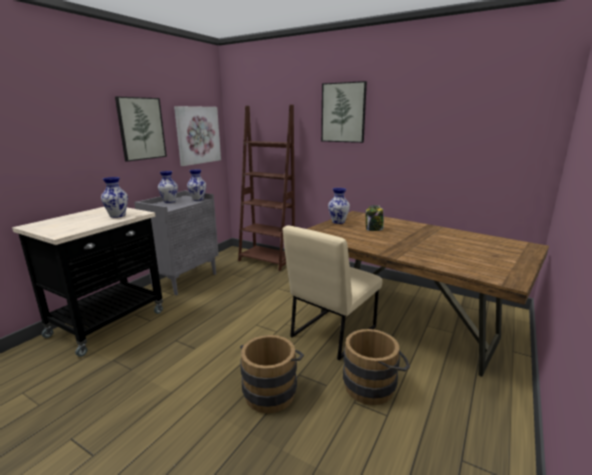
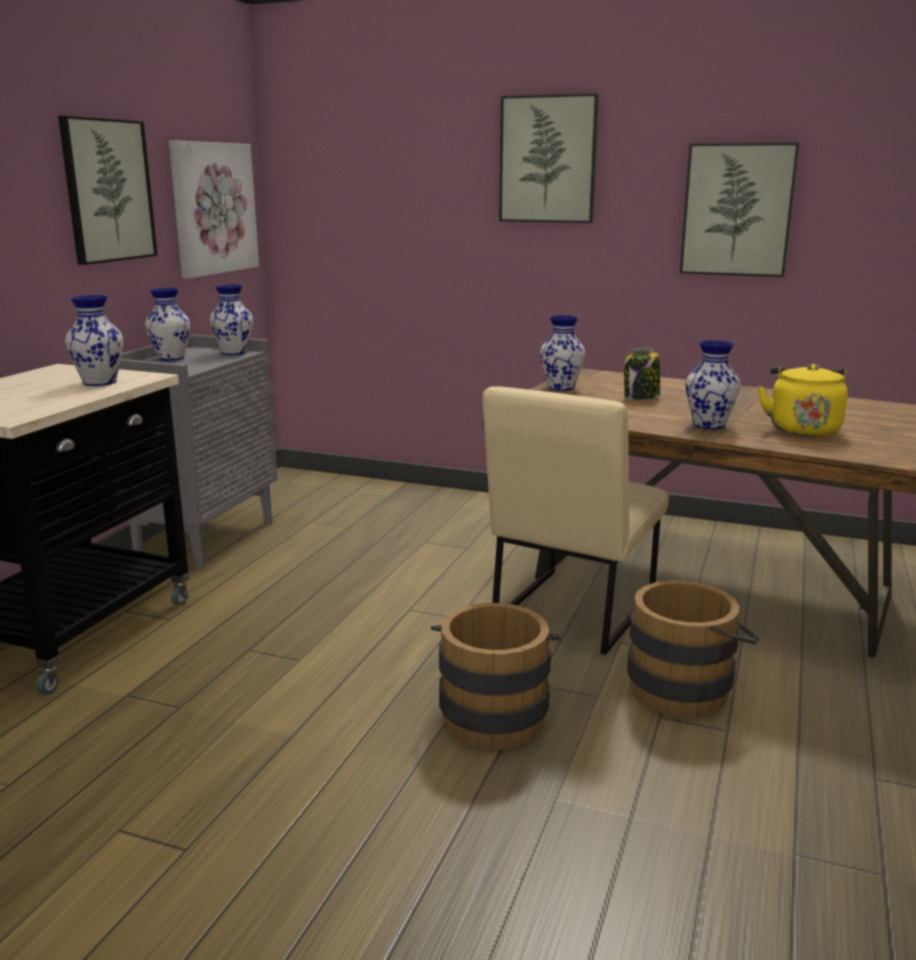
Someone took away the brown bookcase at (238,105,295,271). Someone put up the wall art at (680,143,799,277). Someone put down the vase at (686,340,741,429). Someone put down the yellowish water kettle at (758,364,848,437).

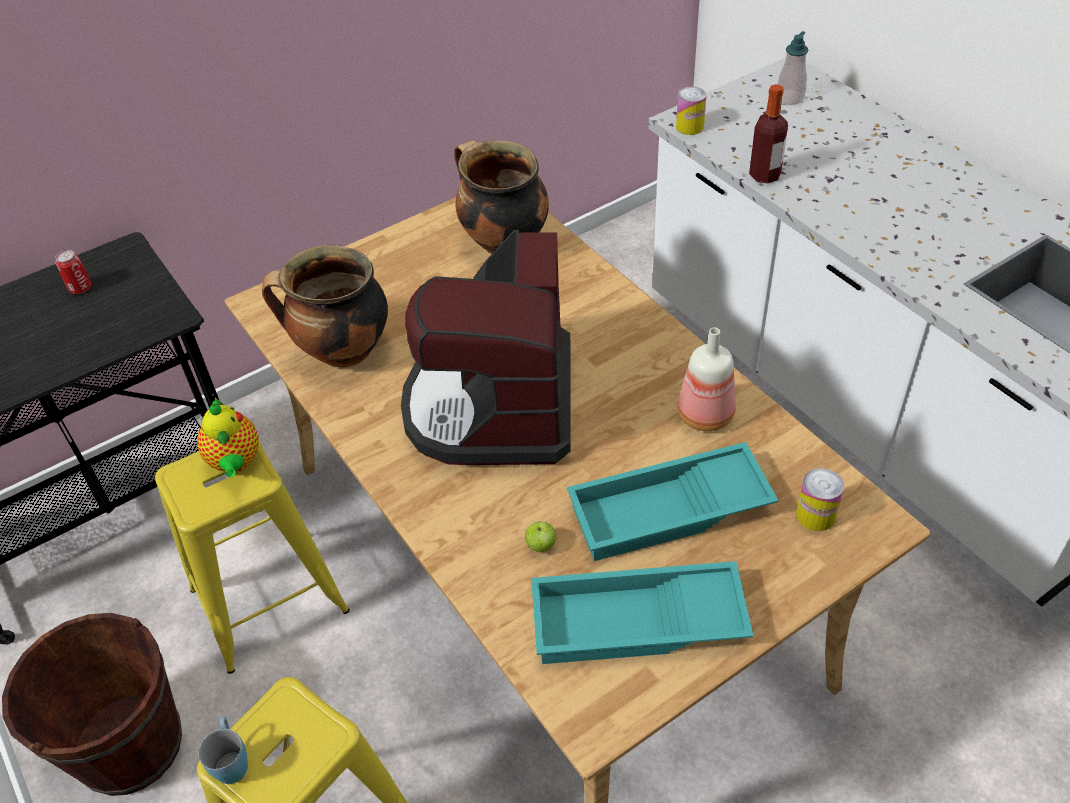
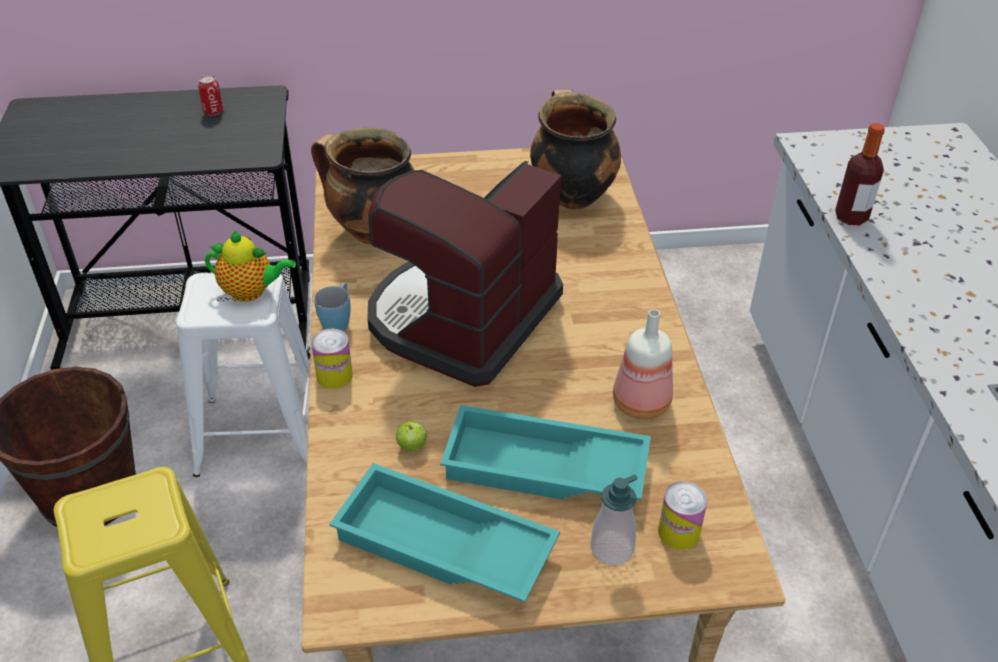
Someone carried the liquid soap bottle from (777,31,808,105) to (591,474,638,566). Someone carried the sealed can from (676,87,707,135) to (311,329,353,389). Someone rotated the pot for tea at (197,397,259,477) by 90 degrees counterclockwise. Someone repainted the yellowish sitting stool at (155,442,350,674), which became the white sitting stool at (176,273,310,477). Someone carried the blue-coloured coffee mug from (199,717,248,784) to (314,283,351,332).

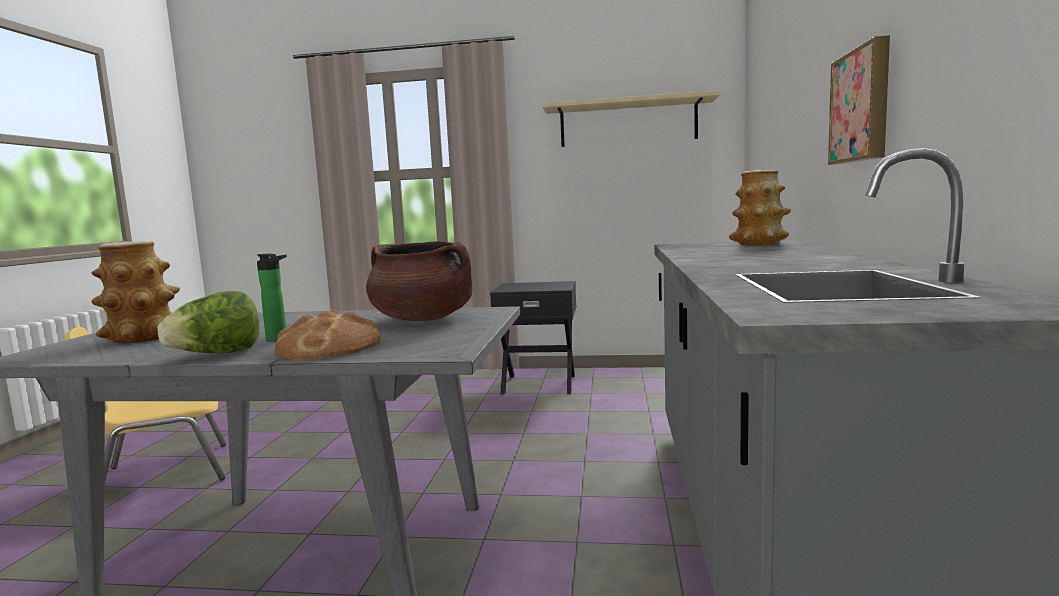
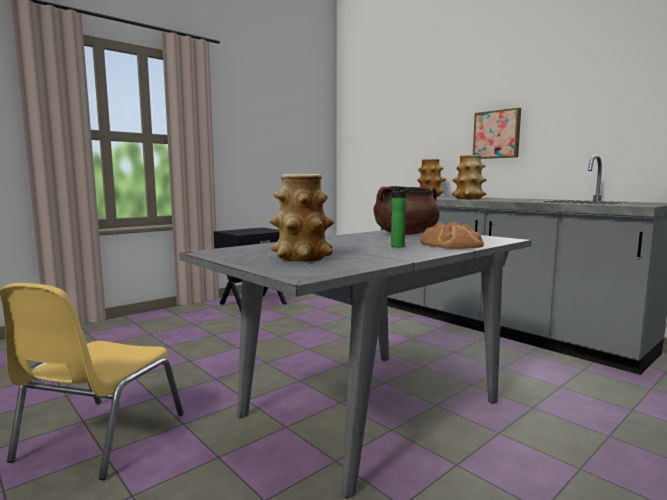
Someone took away the beige bracket shelf at (542,90,720,147). Someone took away the lettuce at (158,291,260,353). Someone put down the vase at (452,155,486,199).

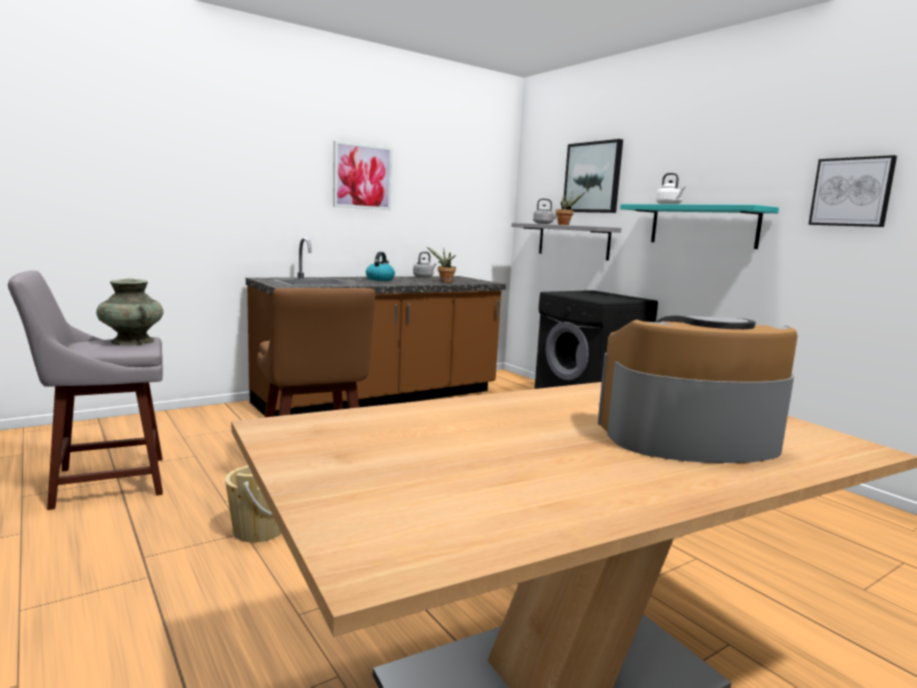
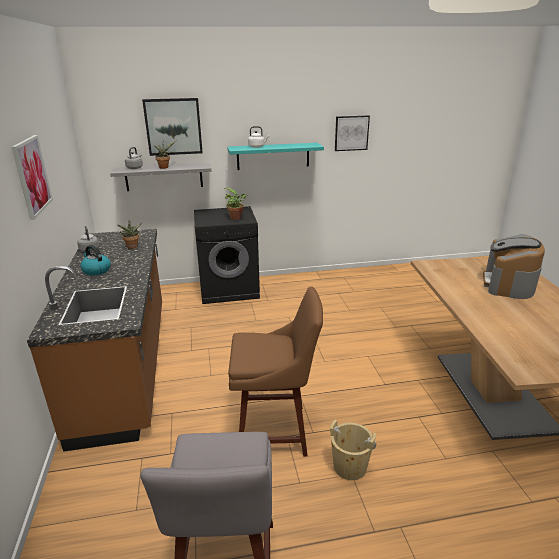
Someone took away the turquoise-coloured vase at (96,278,163,345). Someone put down the plant in a pot at (224,188,248,220).

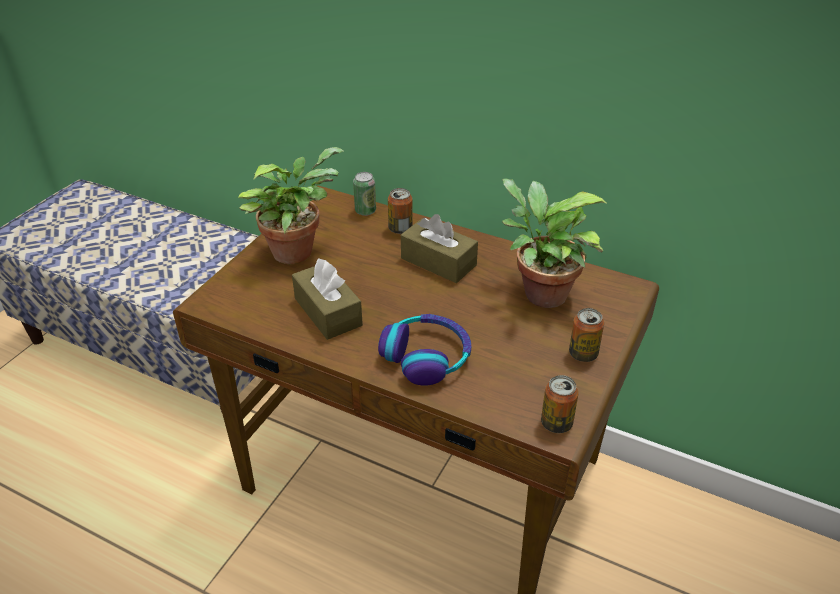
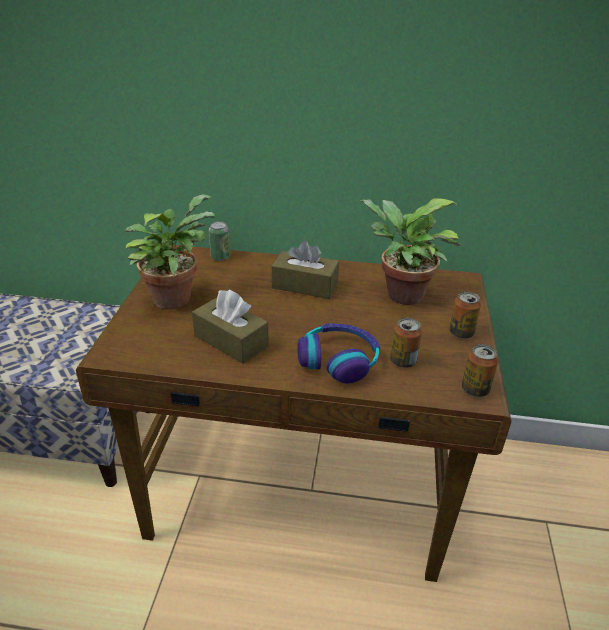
Someone carried the sealed can from (388,188,412,234) to (390,318,422,368).

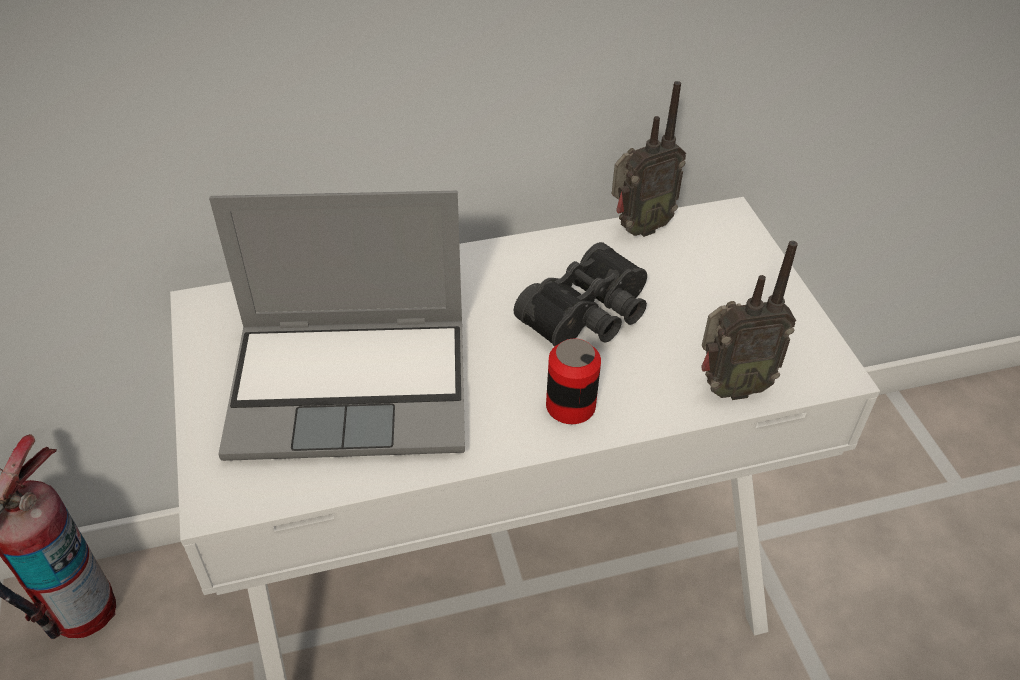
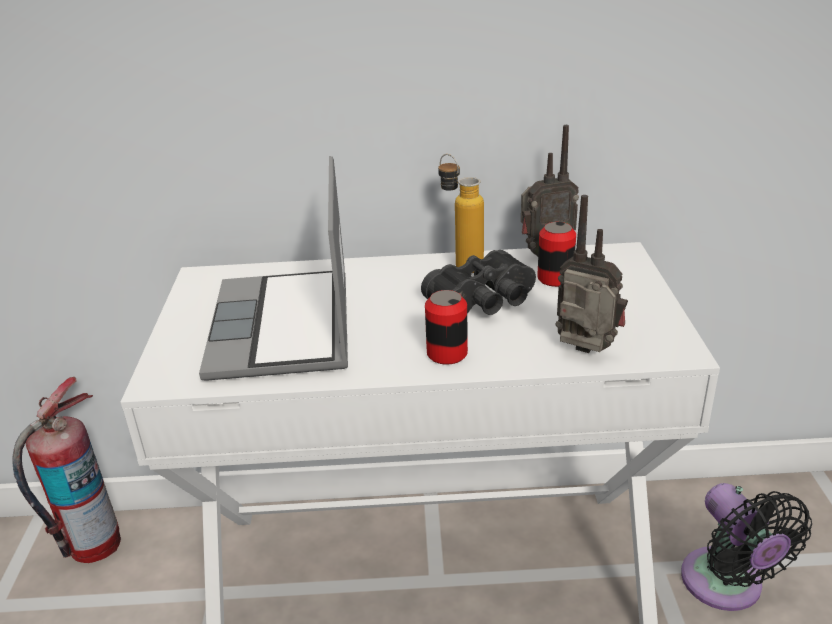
Someone rotated the notebook computer at (209,191,465,461) by 75 degrees clockwise. Someone rotated the radio set at (701,241,798,400) by 150 degrees counterclockwise. Someone put down the drink bottle at (438,154,484,273). Someone put down the sealed can at (537,222,576,287). Someone put down the blackish electric fan at (681,483,812,611).

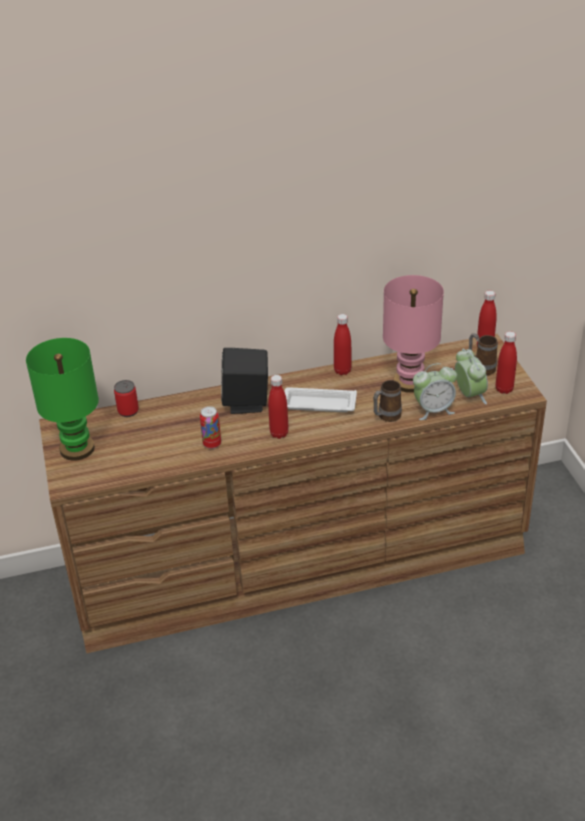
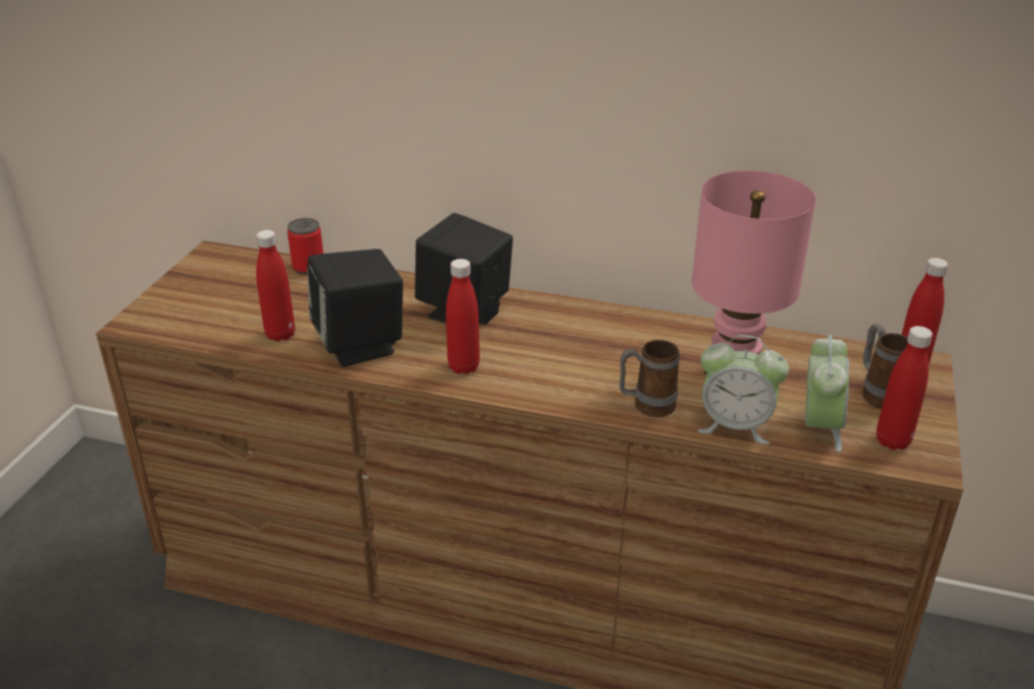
Someone carried the red-coloured drink bottle from (334,314,351,375) to (256,230,295,341). Someone took away the green-coloured tabletop lamp at (26,338,99,461). Someone took away the white tray at (284,387,357,412). Someone swapped the sealed can at (200,406,221,449) for the blackish audio speaker at (307,249,403,367).

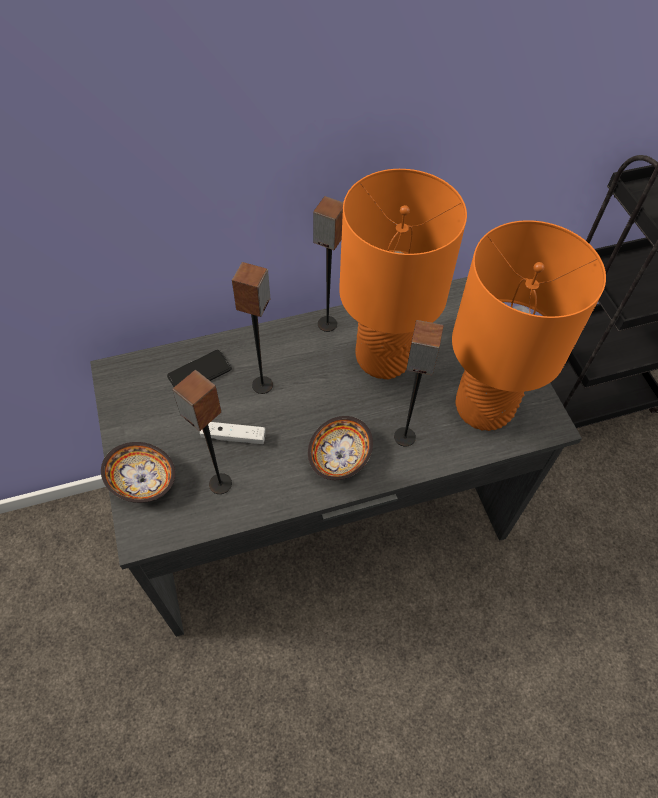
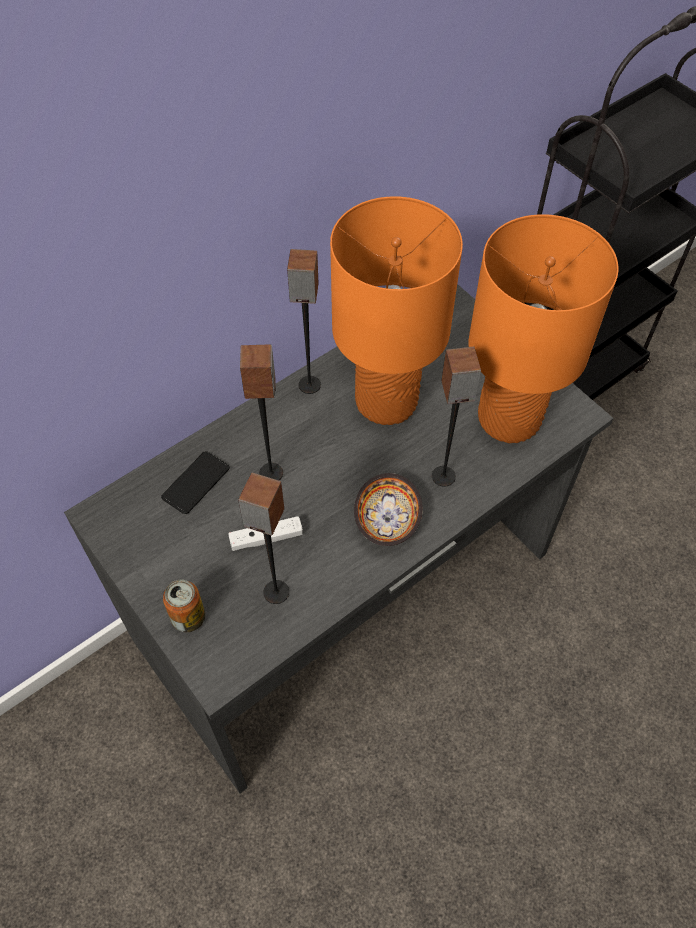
Someone swapped the deep dish at (101,442,175,503) for the sealed can at (163,580,205,633).

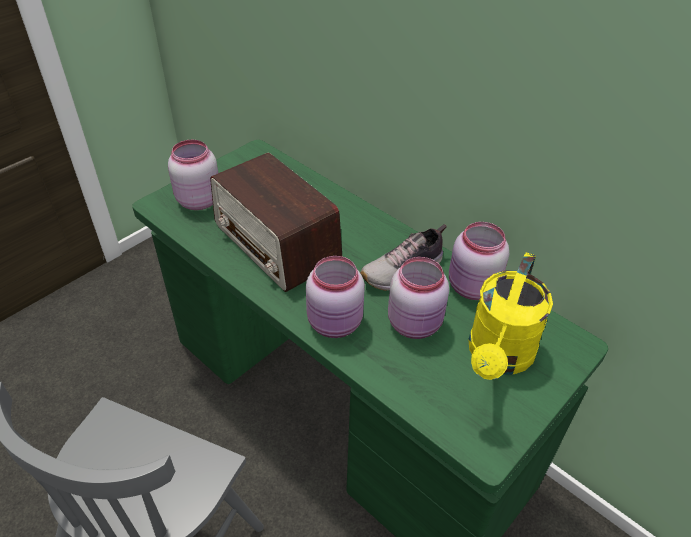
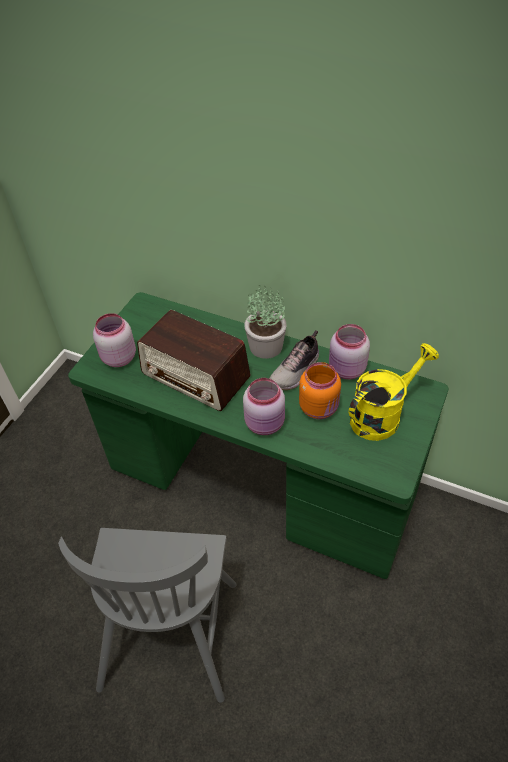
Someone rotated the yellowish watering can at (468,252,553,380) by 135 degrees counterclockwise. Someone repainted the pink-coloured jar at (388,257,449,339), which became the orangey jar at (299,362,341,419). Someone put down the plant in a pot at (244,285,286,359).

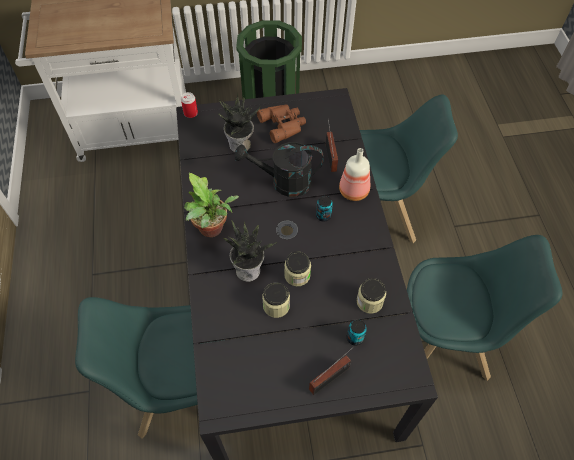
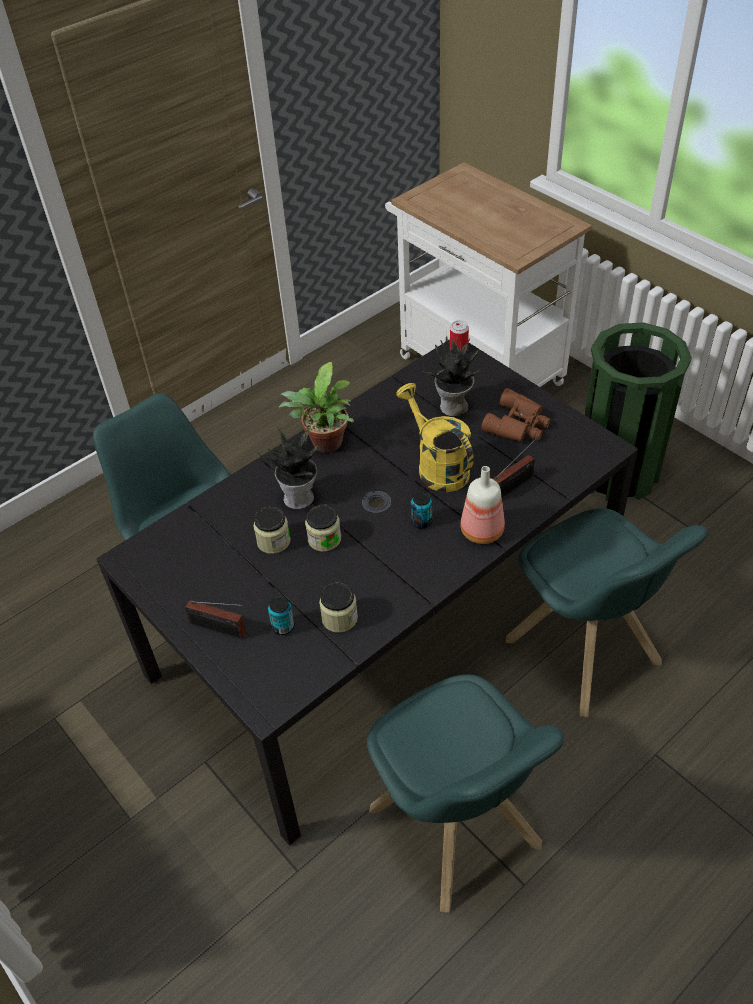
Someone repainted the blackish watering can at (234,142,324,197), which became the yellowish watering can at (396,383,474,492).

